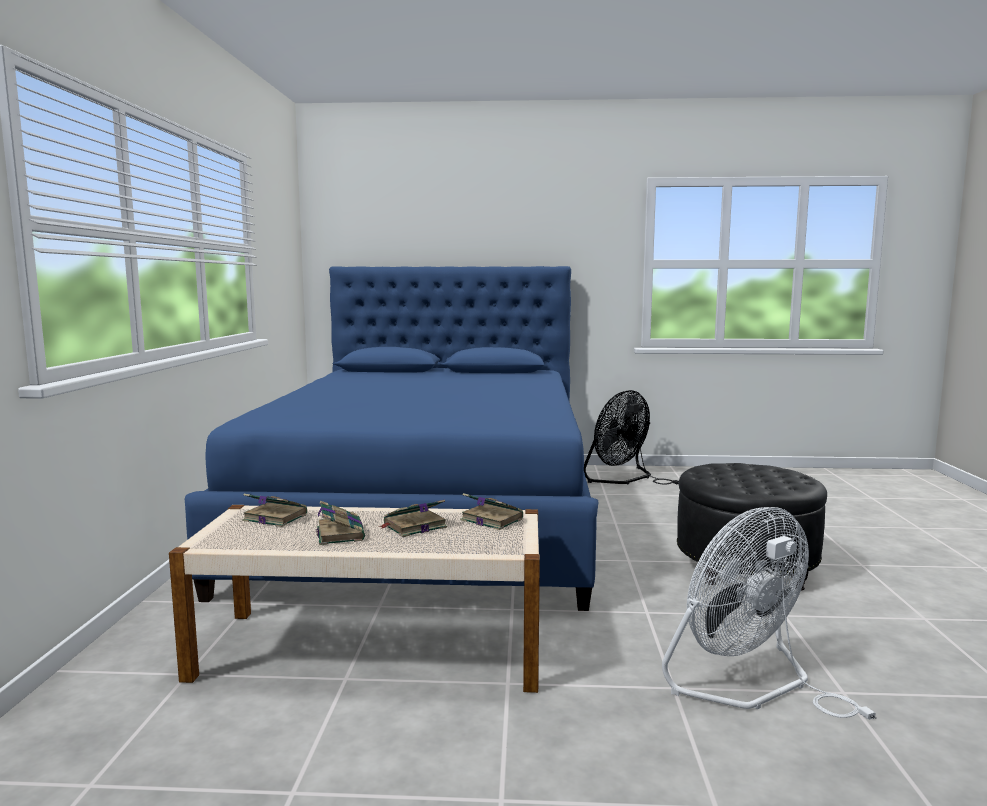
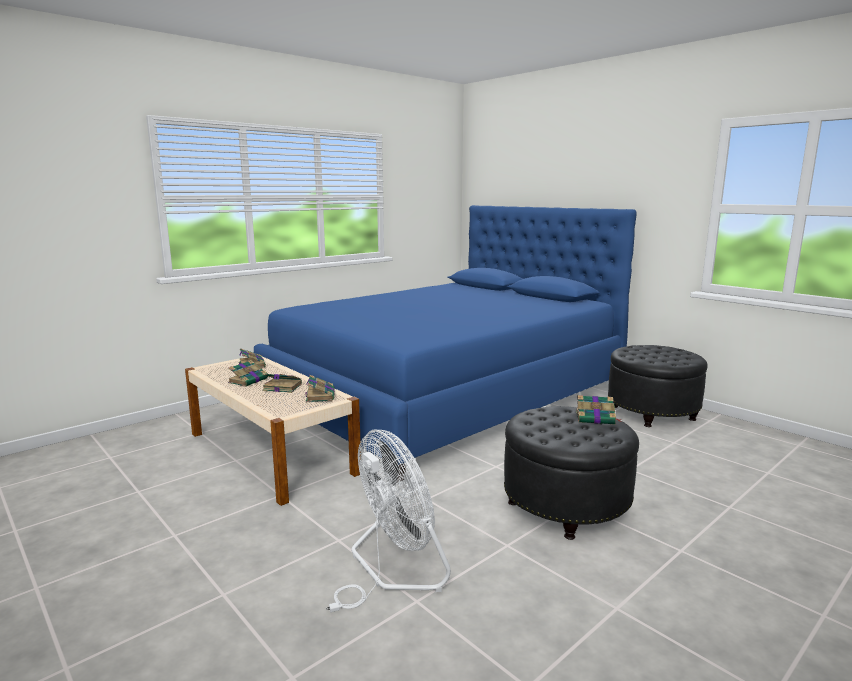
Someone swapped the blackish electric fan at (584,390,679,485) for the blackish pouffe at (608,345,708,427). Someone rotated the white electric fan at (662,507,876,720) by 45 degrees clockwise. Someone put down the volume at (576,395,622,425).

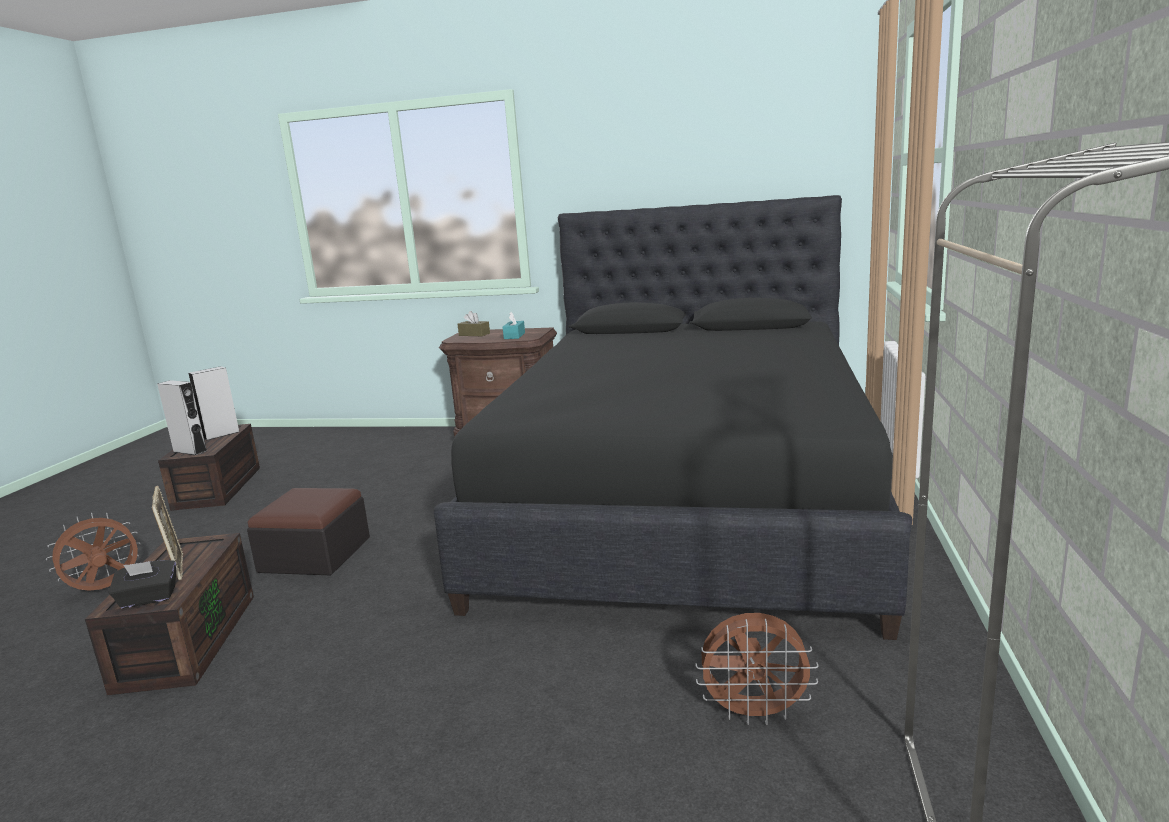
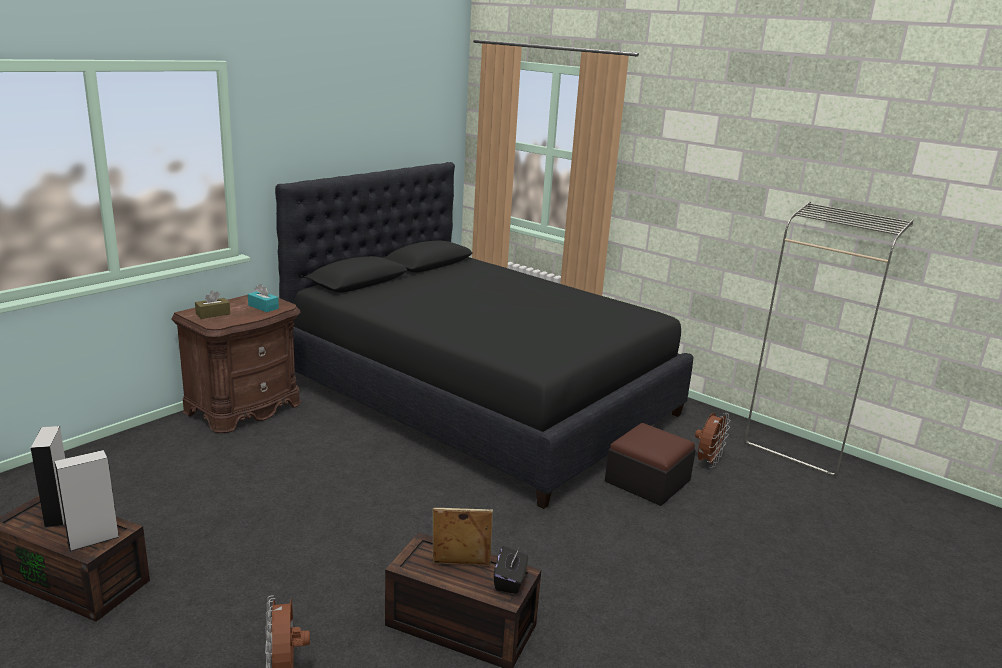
Someone carried the pouffe from (247,488,370,575) to (605,423,696,506).

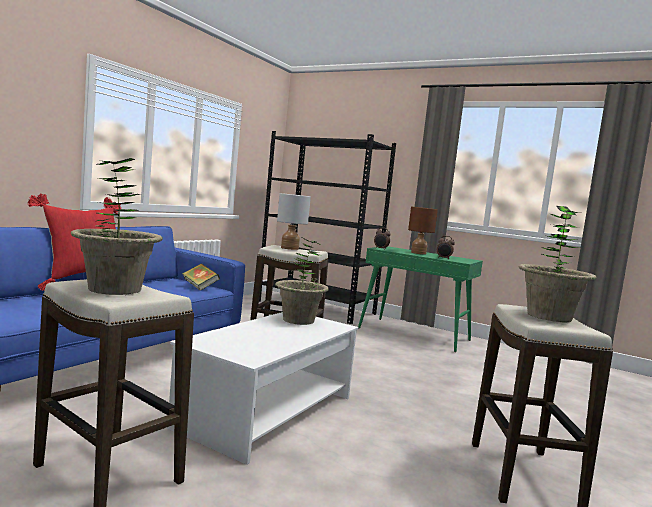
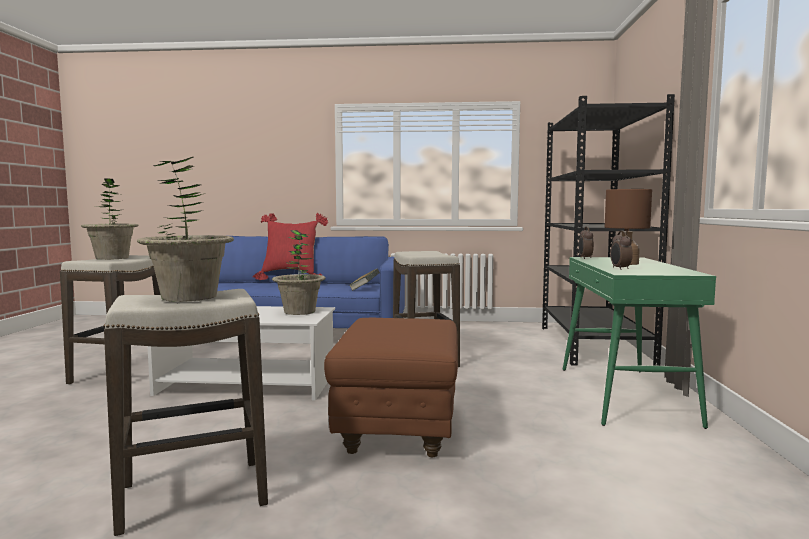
Someone took away the greyish tabletop lamp at (277,193,311,250). Someone put down the brown pouffe at (324,317,458,458).

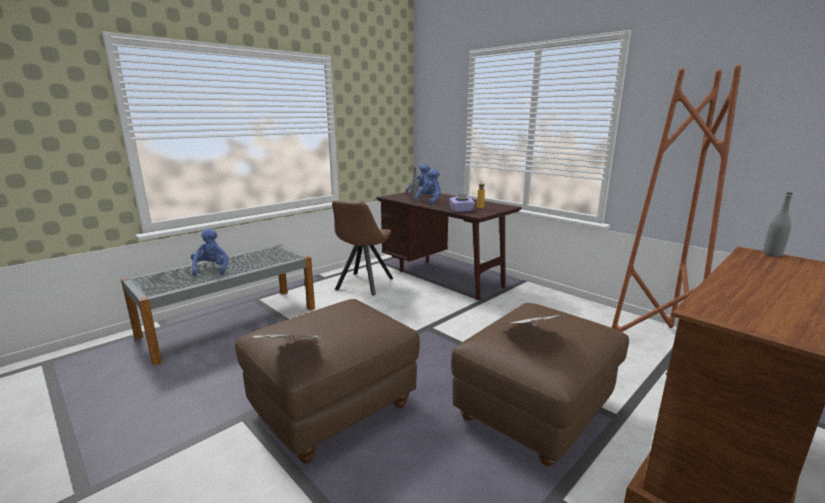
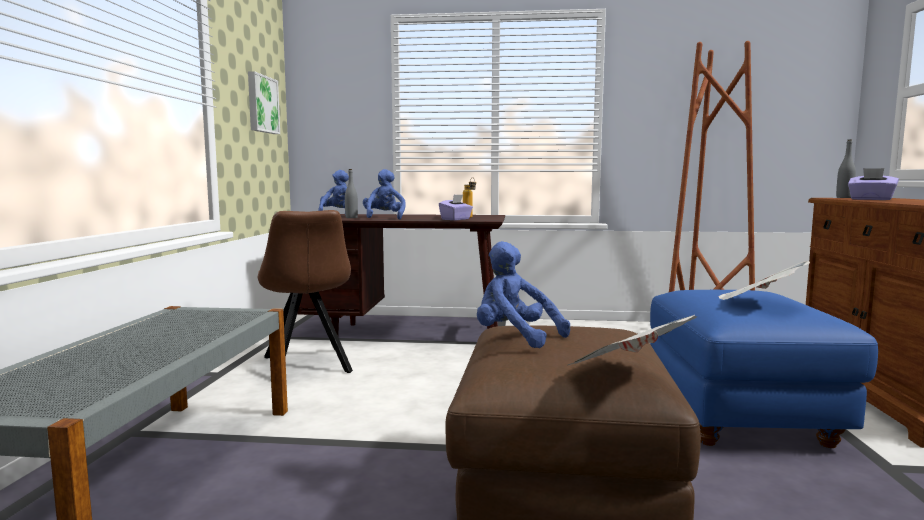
Someone carried the blue-coloured soft toy from (191,228,228,276) to (477,241,570,348). Someone repainted the brown pouffe at (451,303,629,466), which became the blue-coloured pouffe at (650,290,878,448). Someone put up the wall art at (248,71,280,134). Someone put down the purple box of tissues at (848,168,899,200).

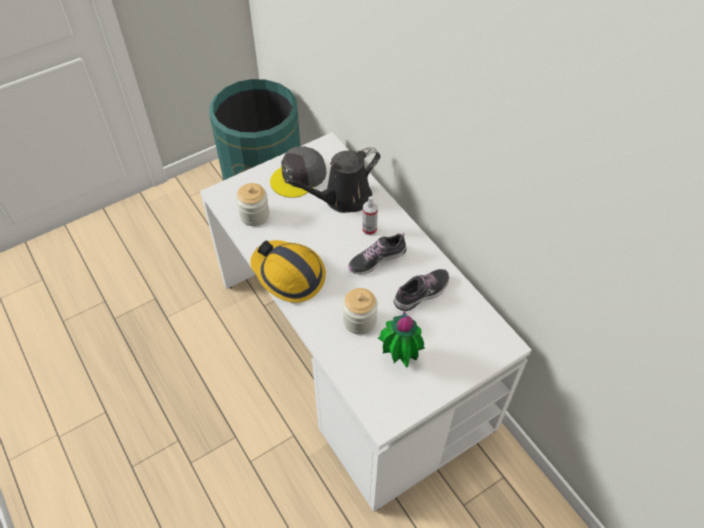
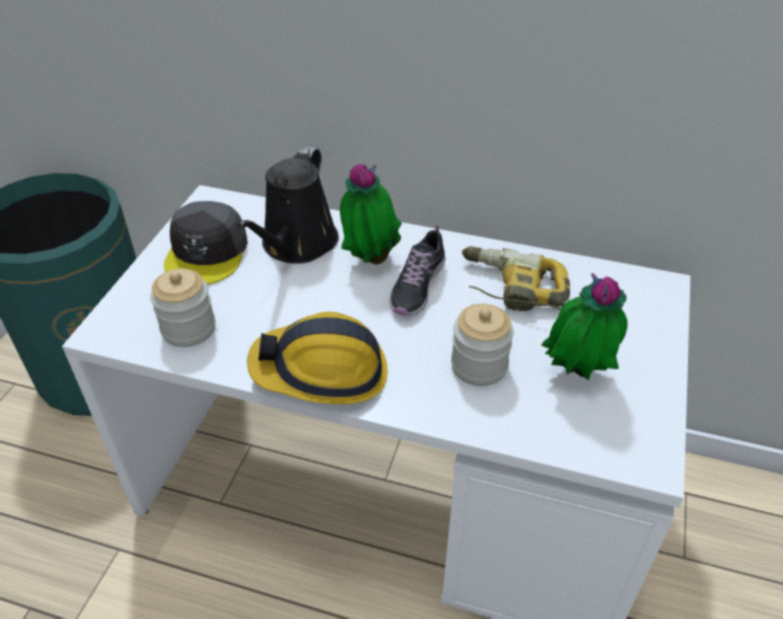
Someone swapped the hand sprayer at (362,196,378,235) for the plant in a pot at (340,164,402,265). Someone swapped the item of footwear at (394,269,449,311) for the power drill at (462,246,570,311).

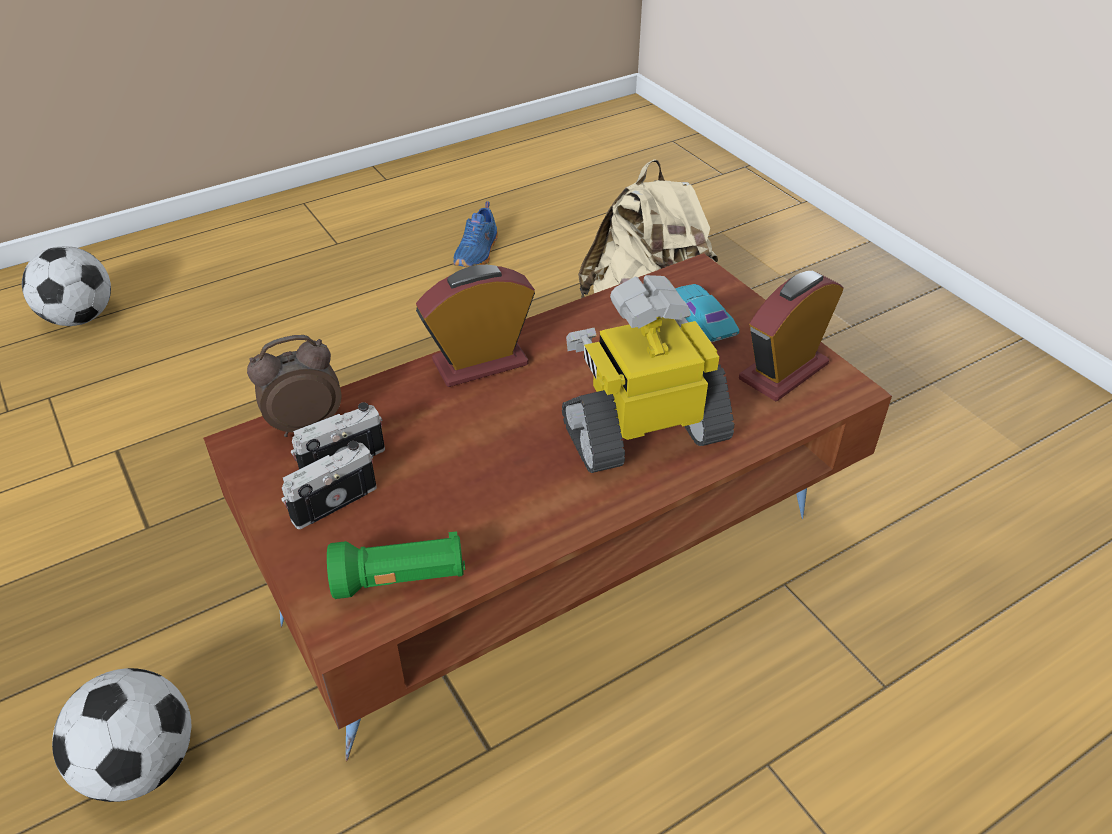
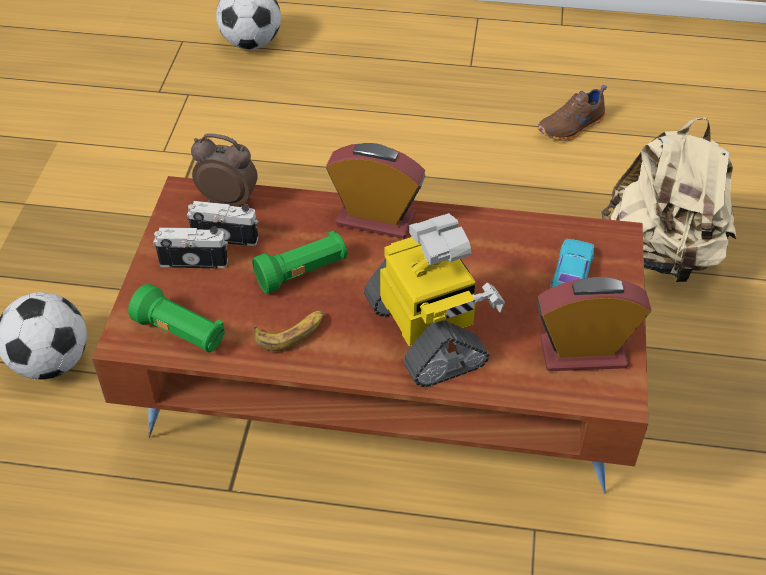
Someone repainted the blue-coloured item of footwear at (453,201,498,267), which became the brown item of footwear at (538,85,607,141). Someone rotated the model robot at (562,275,734,473) by 45 degrees clockwise. Someone put down the green-coloured hand torch at (252,231,348,294). Someone put down the banana fruit at (254,310,324,351).

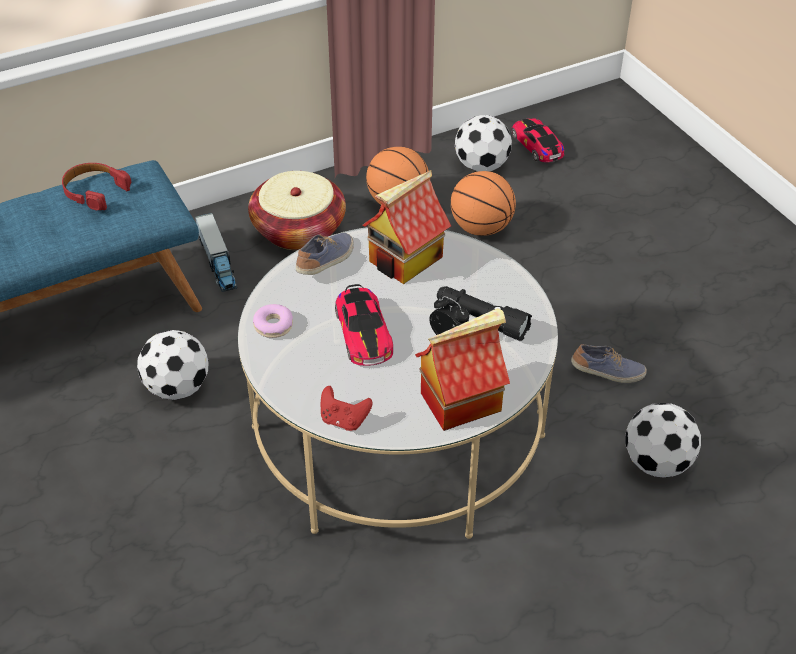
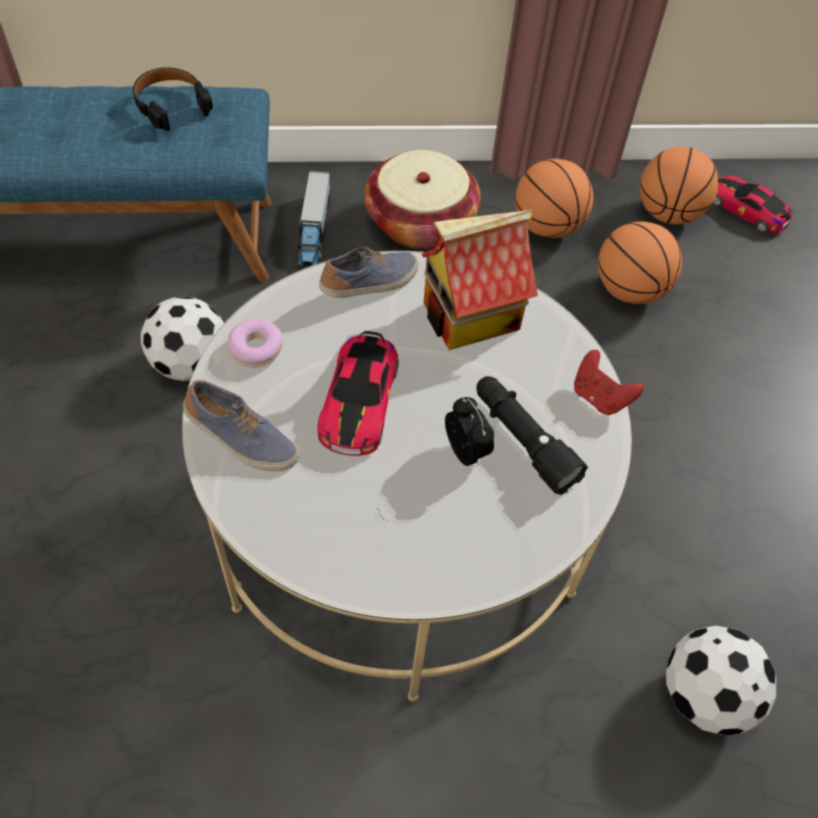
Someone swapped the ball for football at (455,115,512,172) for the basketball at (640,146,718,224). Someone rotated the model car at (511,118,564,163) by 45 degrees counterclockwise. Someone repainted the red-coloured headphones at (62,163,131,210), which became the blackish headphones at (133,68,213,131). Someone took away the miniature house at (415,308,510,431). Someone carried the item of footwear from (571,344,647,383) to (183,380,299,471). Someone carried the red-coloured gamepad from (321,386,373,431) to (574,350,644,415).

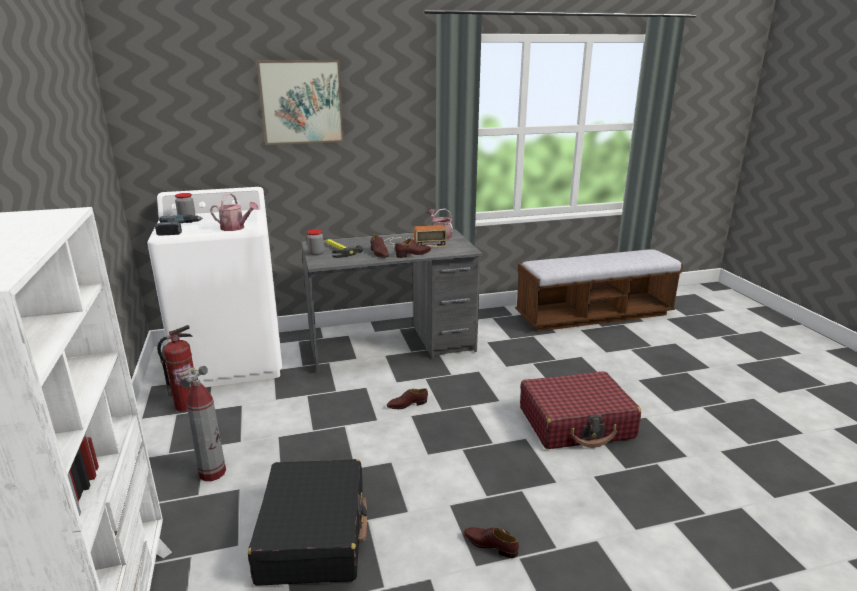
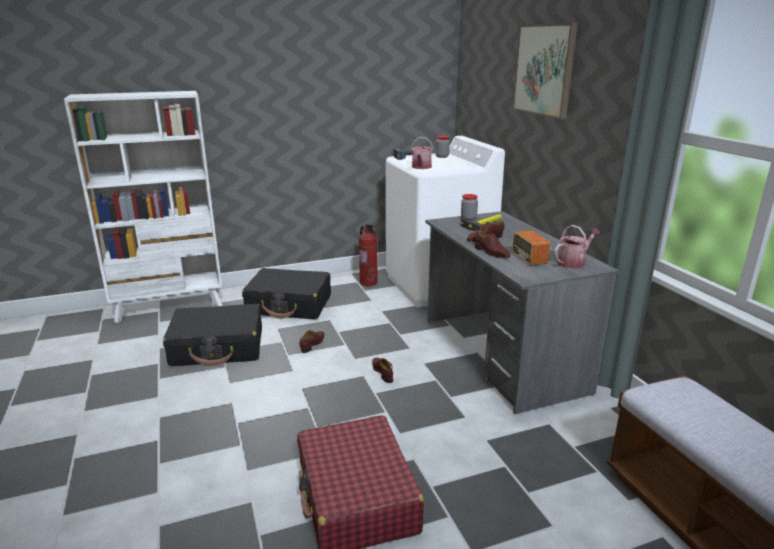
Someone swapped the extinguisher at (179,366,226,481) for the blackish travel case at (242,268,331,319). Someone carried the brown item of footwear from (464,527,519,558) to (300,330,324,353).

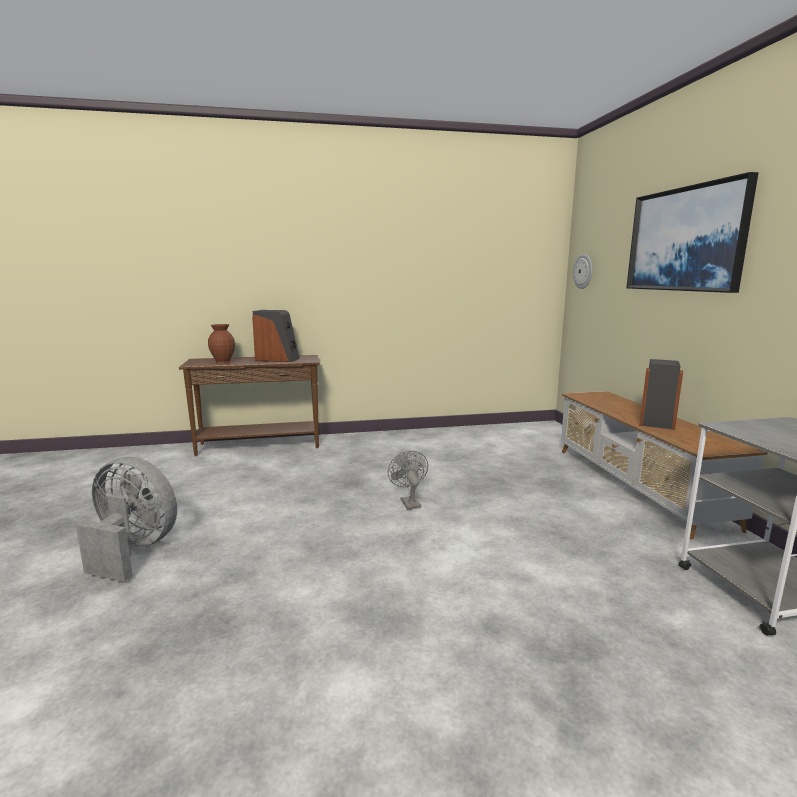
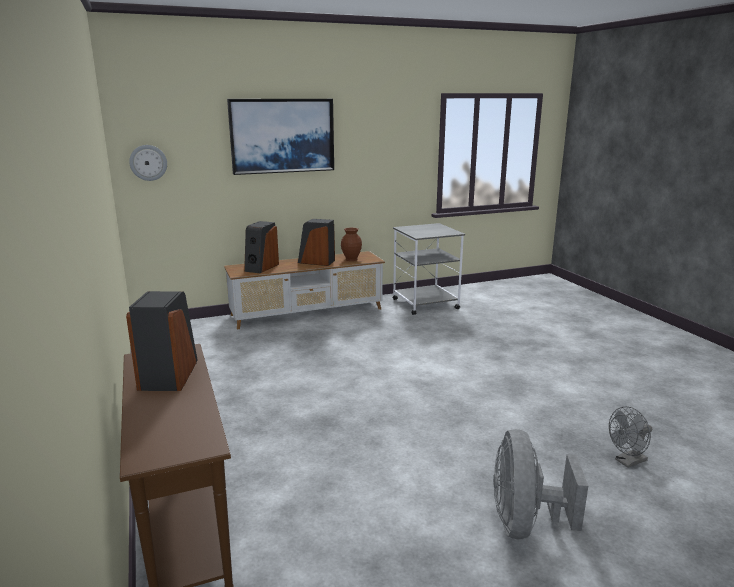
Someone carried the brown vase from (208,324,235,364) to (341,228,362,261). Someone carried the greyish electric fan from (388,451,428,510) to (609,406,652,468). Someone put down the audio speaker at (244,221,279,273).

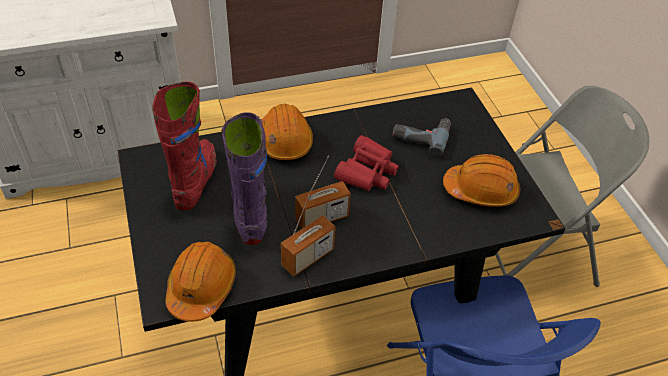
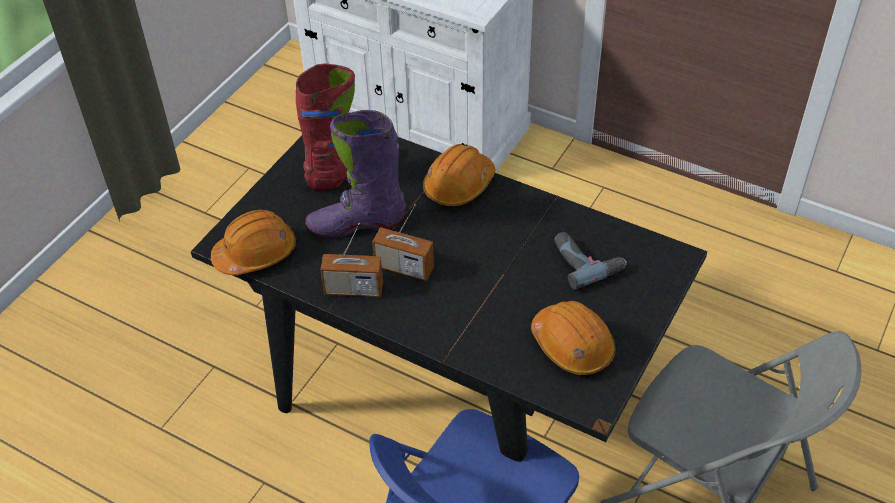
Someone rotated the purple boot at (222,112,267,245) by 135 degrees counterclockwise. Someone took away the red-coloured binoculars at (334,135,399,191).

